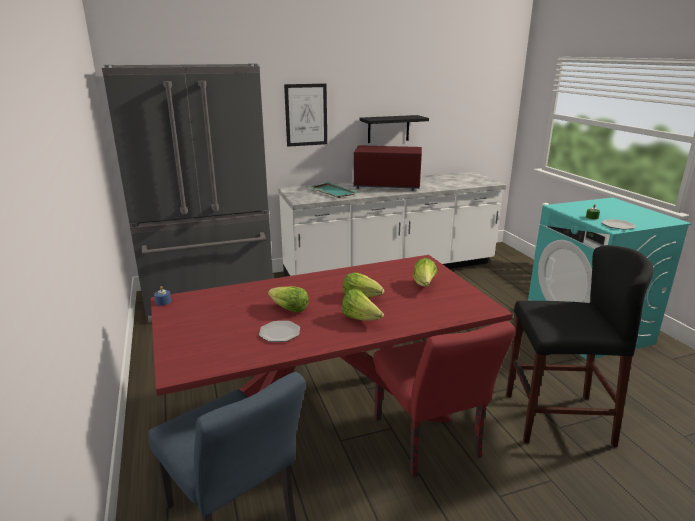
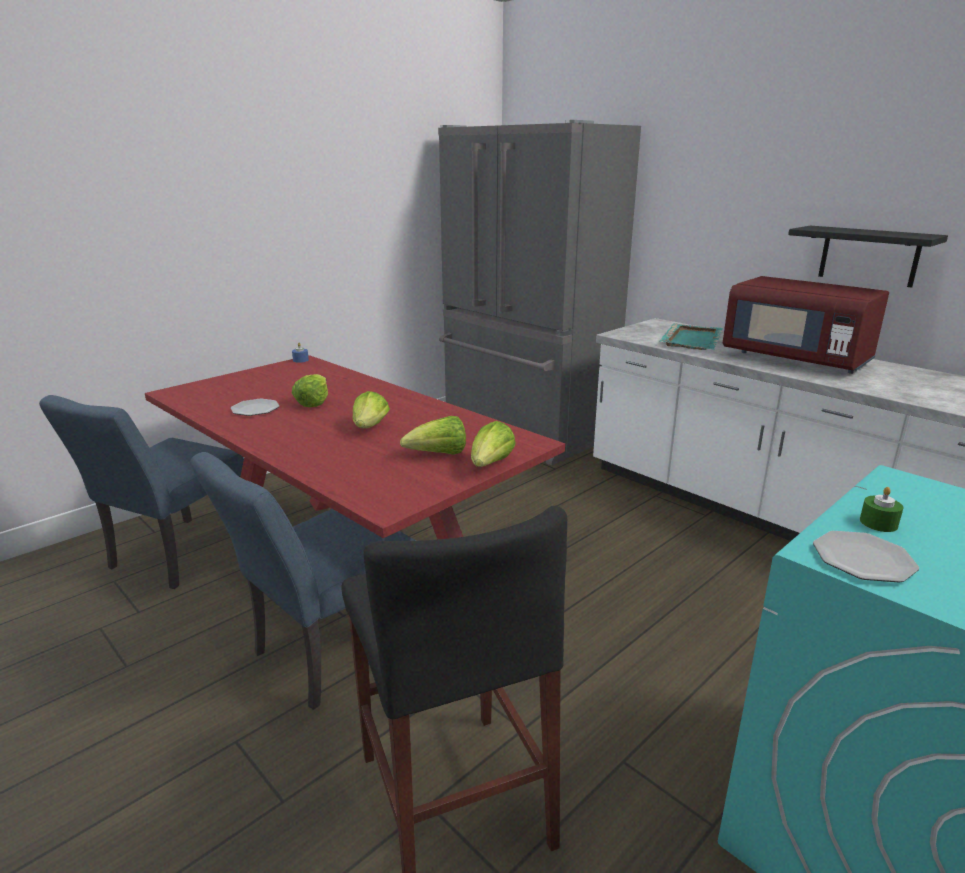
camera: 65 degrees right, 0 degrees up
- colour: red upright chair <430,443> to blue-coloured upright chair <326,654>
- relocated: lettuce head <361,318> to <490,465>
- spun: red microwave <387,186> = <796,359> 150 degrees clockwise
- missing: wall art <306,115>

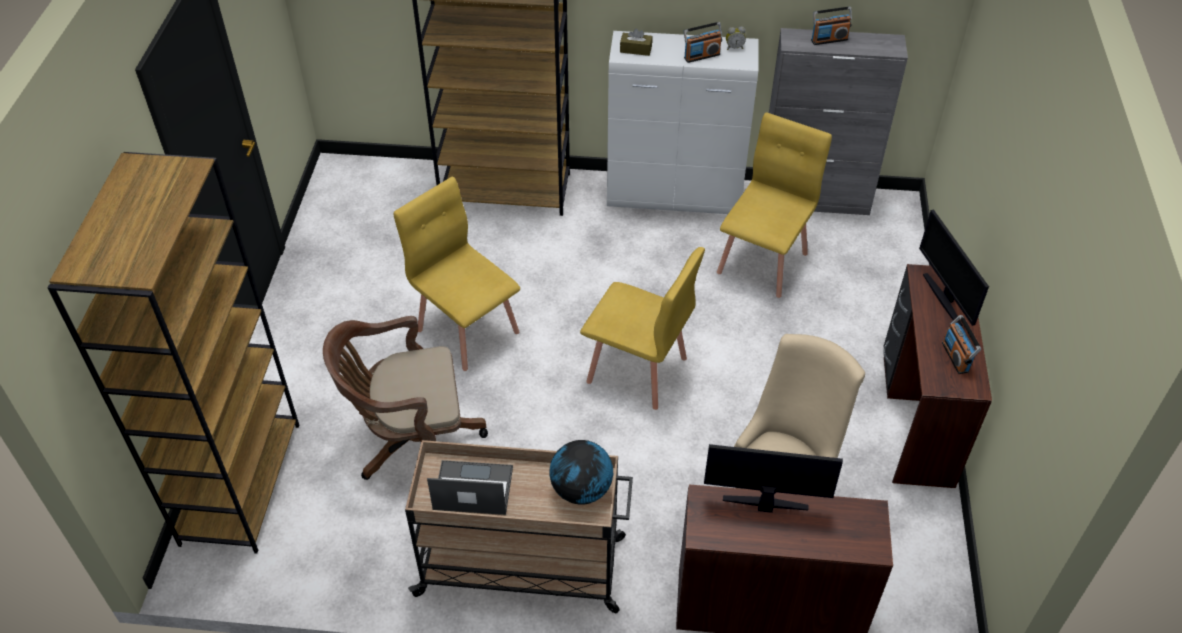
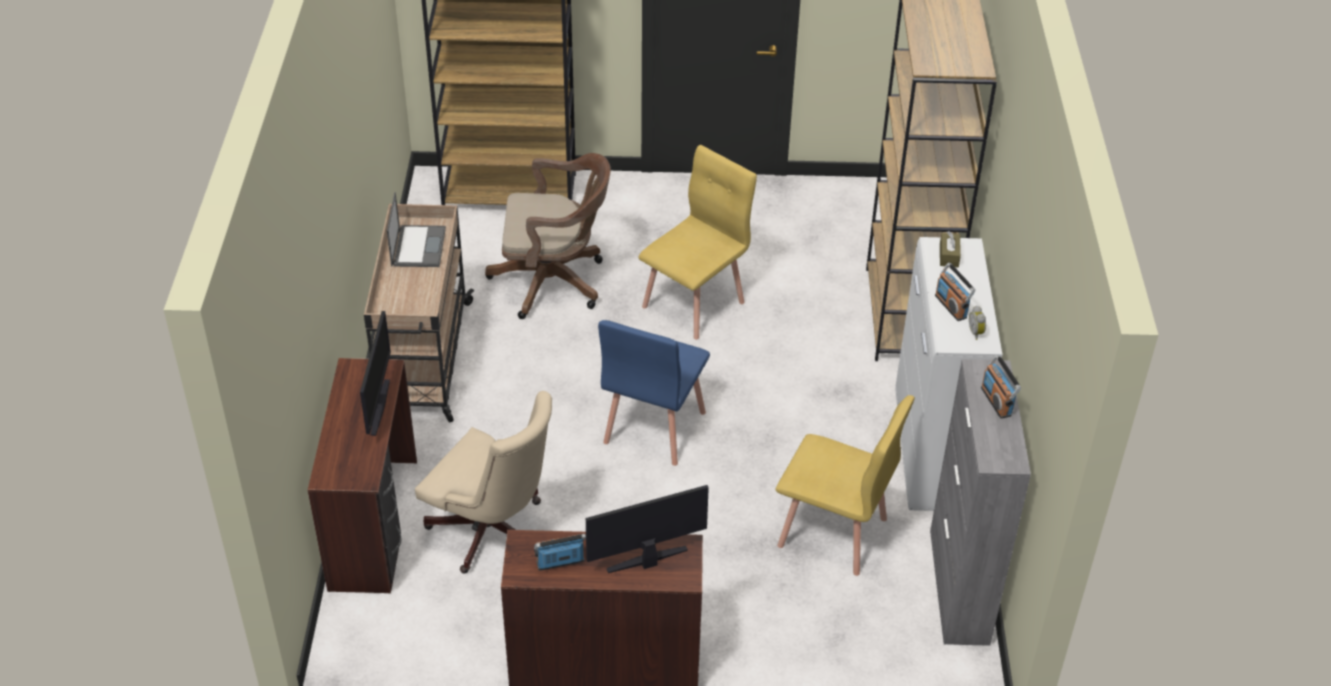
camera: 85 degrees right, 5 degrees down
- spun: brownish computer chair <412,443> = <554,282> 105 degrees clockwise
- colour: yellow upright chair <637,371> to blue-coloured upright chair <653,428>
- missing: world globe <581,490>

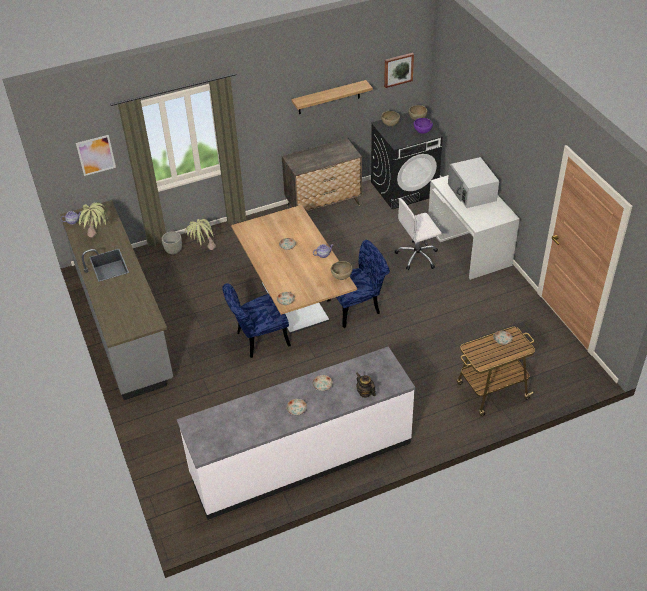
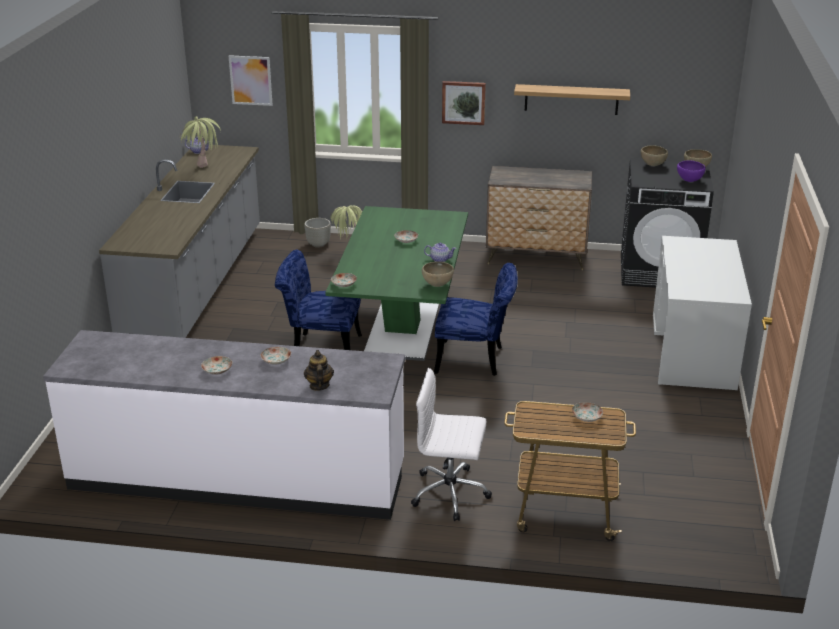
camera: 30 degrees right, 15 degrees down
- colour: brownish dinner table <295,302> to greenish dinner table <402,330>
- relocated: white-coloured computer chair <418,256> to <451,493>
- relocated: wall art <398,69> to <463,102>
- missing: white-coloured microwave <472,192>

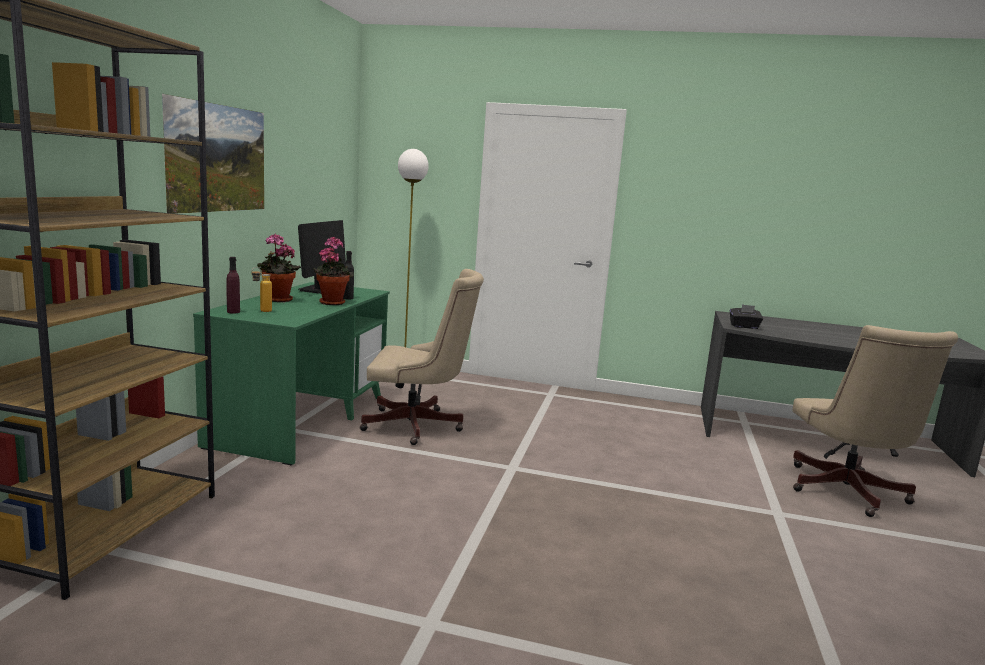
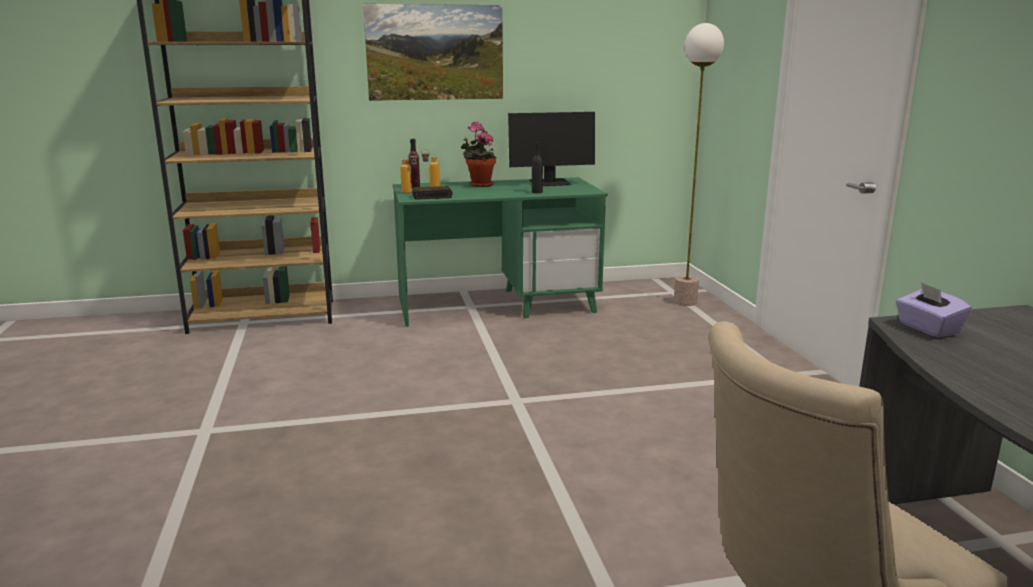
camera: 65 degrees right, 5 degrees up
- appeared: drink bottle <410,193>
- appeared: alarm clock <432,196>
- colour: blackish box of tissues <744,326> to purple-coloured box of tissues <927,328>
- missing: potted plant <332,302>
- missing: beige-coloured computer chair <418,426>

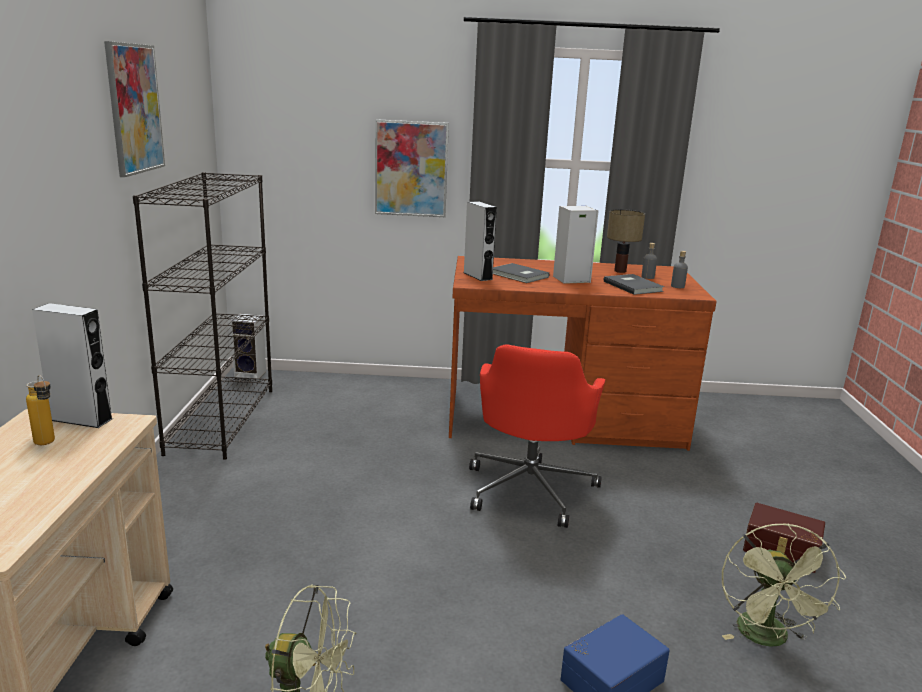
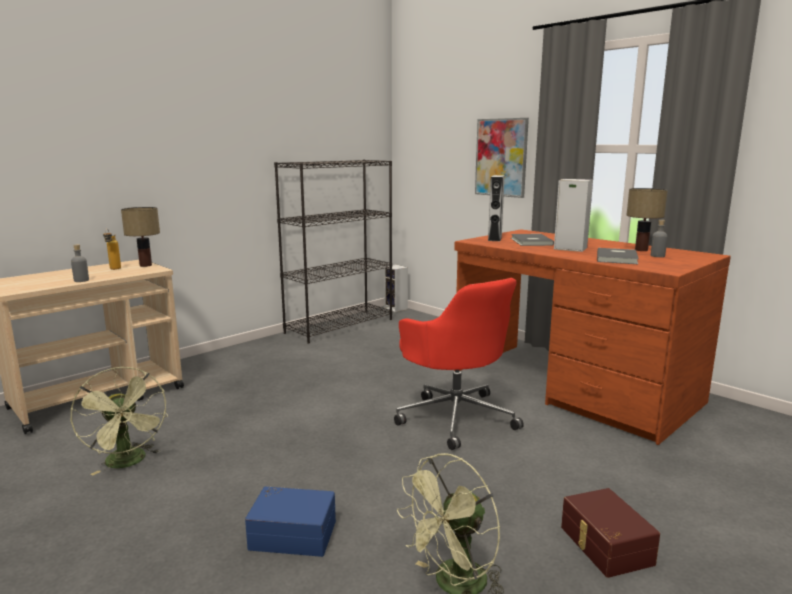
camera: 45 degrees right, 5 degrees down
- relocated: gray drink bottle <677,286> to <81,280>
- exchanged: gray audio speaker <81,419> to tabletop lamp <146,265>
- spun: red computer chair <530,488> = <455,417> 90 degrees counterclockwise
- missing: wall art <134,109>

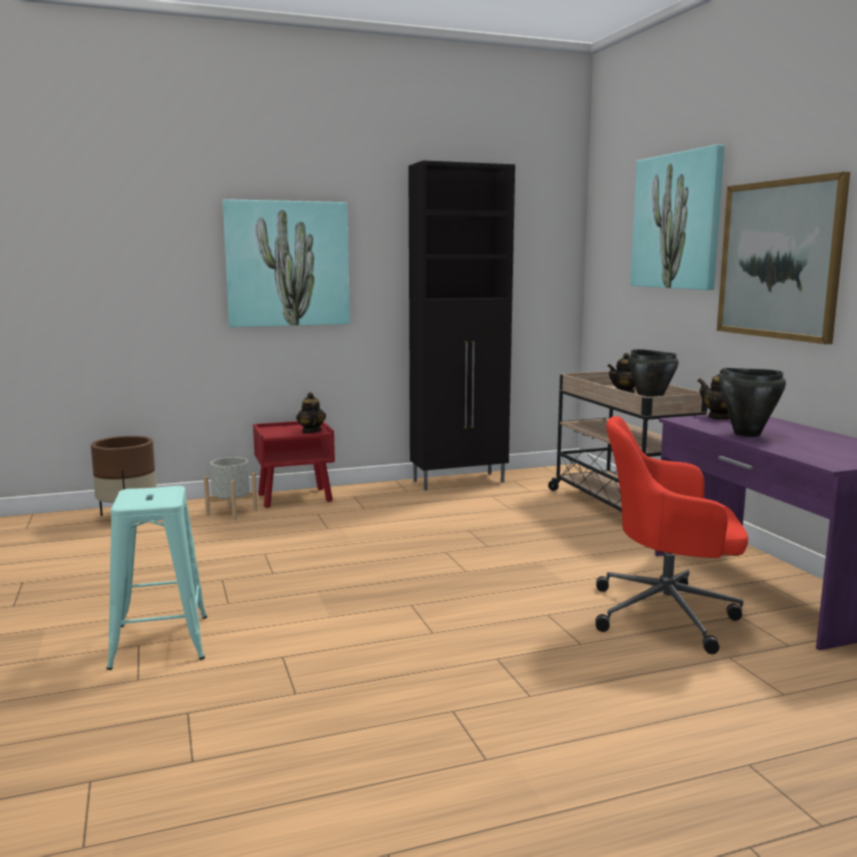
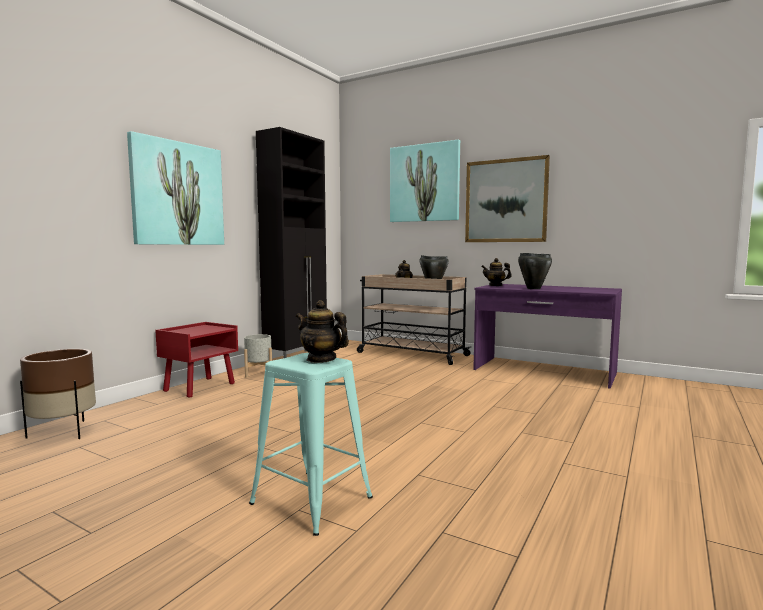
camera: 40 degrees left, 5 degrees down
- relocated: gray plant pot <231,512> to <258,373>
- relocated: pot for tea <311,431> to <321,359>
- missing: red computer chair <667,614>

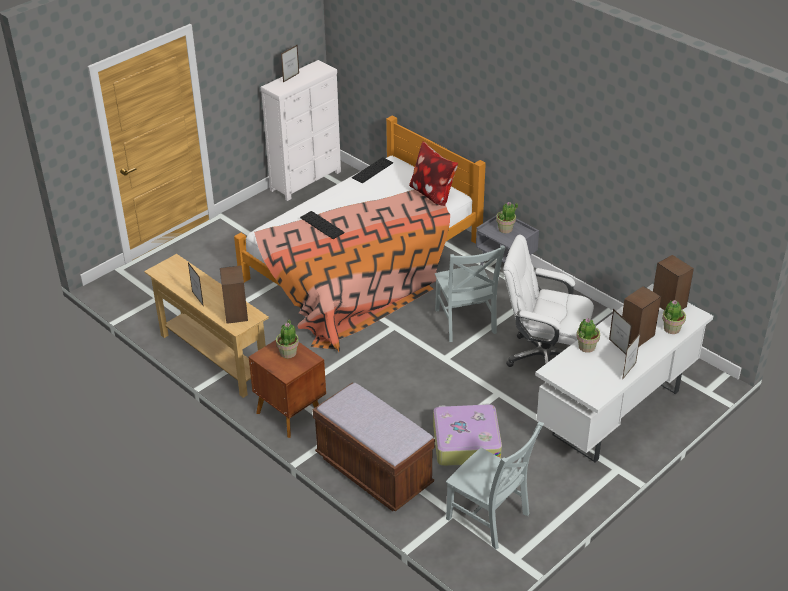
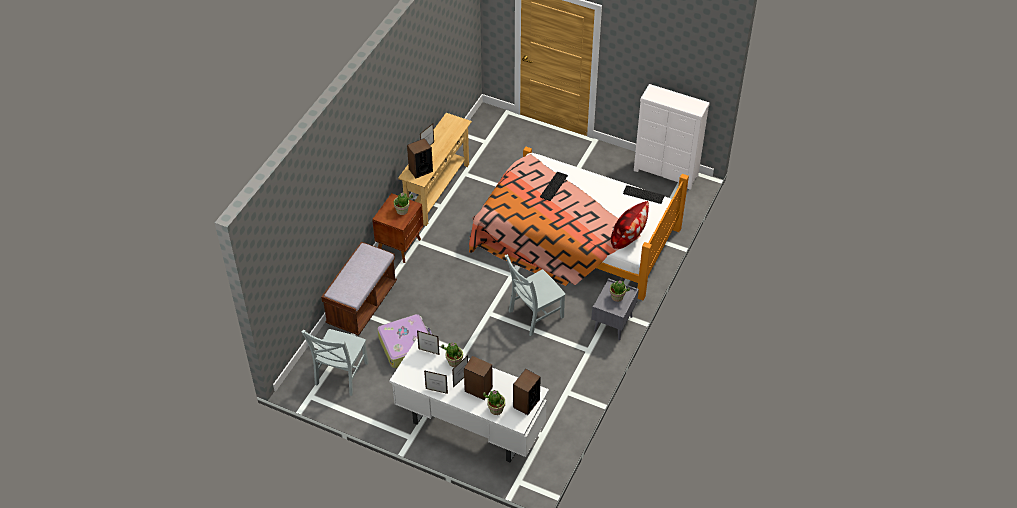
camera: 70 degrees right, 10 degrees up
- relocated: picture frame <291,78> to <429,352>
- missing: white-coloured computer chair <543,357>

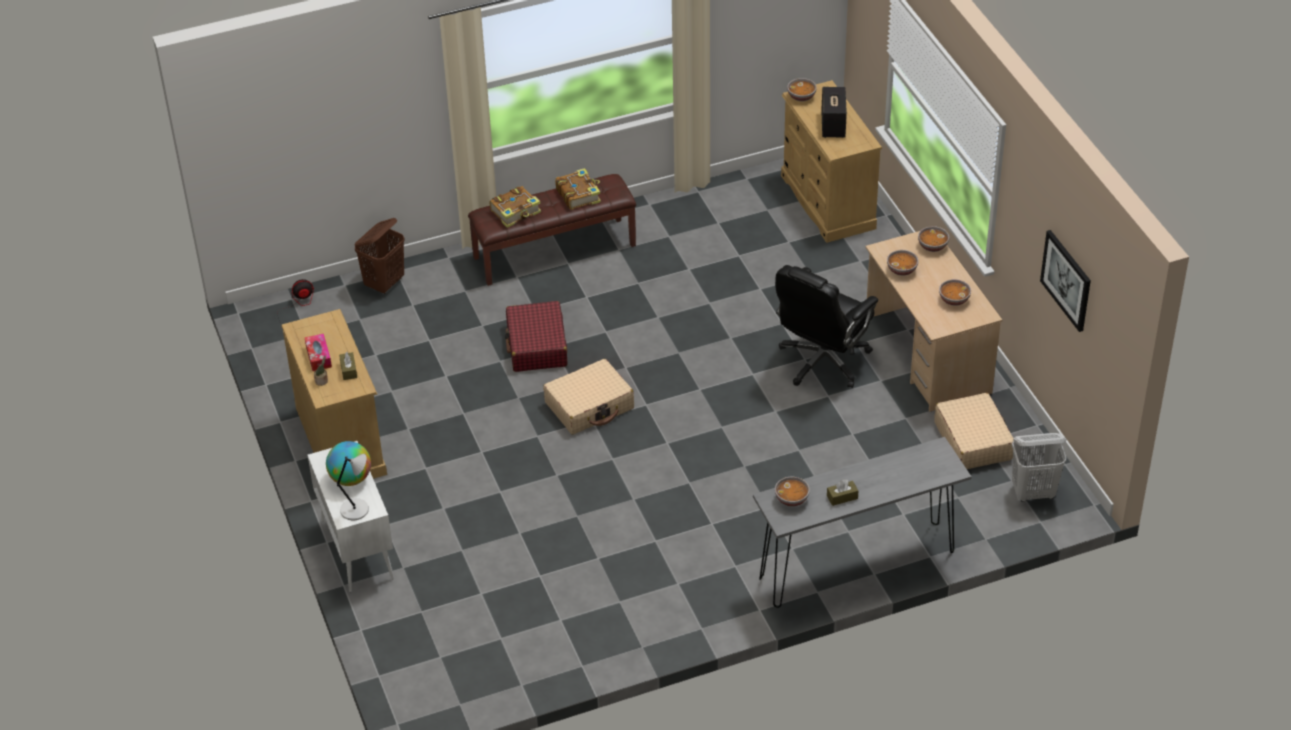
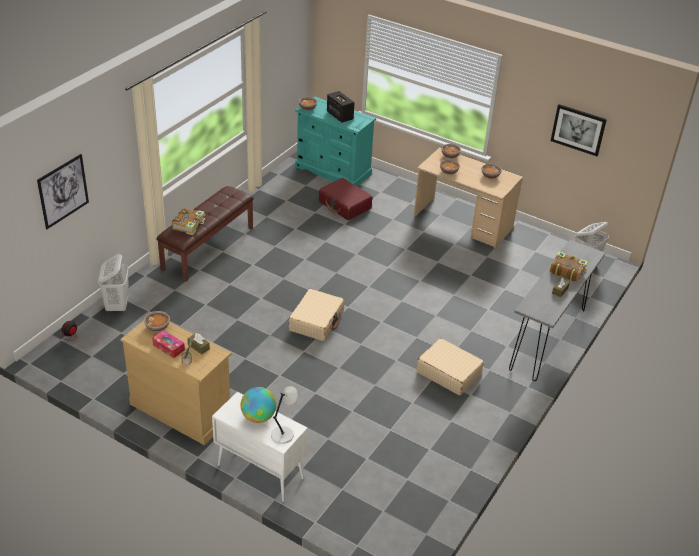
camera: 40 degrees left, 5 degrees down
- appeared: wall art <63,191>
- colour: brownish laundry basket <385,283> to white-coloured laundry basket <117,305>
- relocated: deep dish <792,499> to <157,327>
- colour: beige-coloured drawer chest <827,202> to turquoise drawer chest <333,171>
- relocated: red piece of luggage <537,346> to <345,205>
- relocated: beige-coloured piece of luggage <973,440> to <448,373>
- relocated: volume <578,194> to <567,270>
- missing: blackish computer chair <822,361>

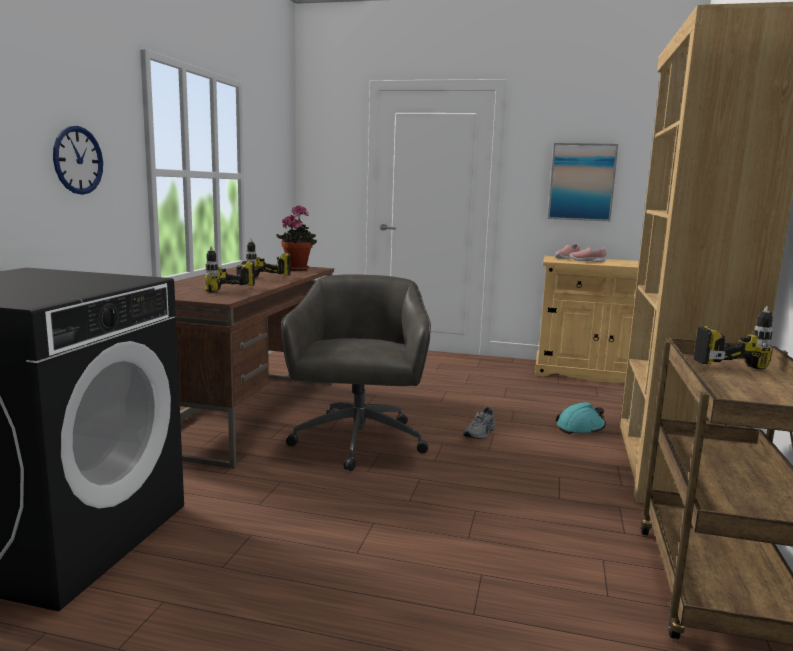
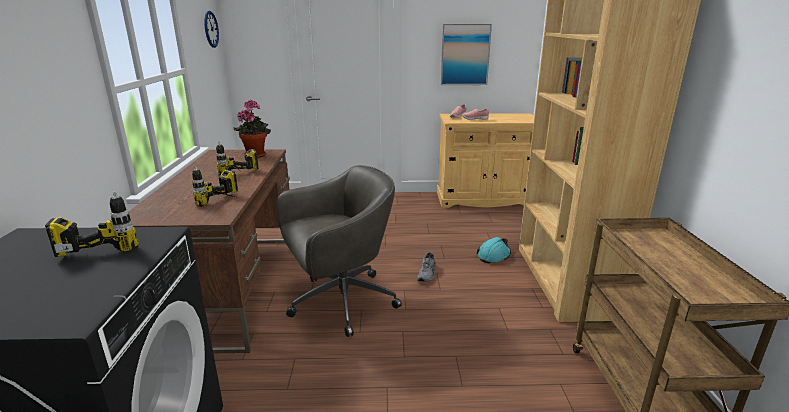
camera: 15 degrees left, 10 degrees up
- relocated: drill <719,361> to <106,242>
- relocated: wall clock <78,160> to <211,29>
- spun: gray computer chair <358,443> = <340,302> 75 degrees clockwise

